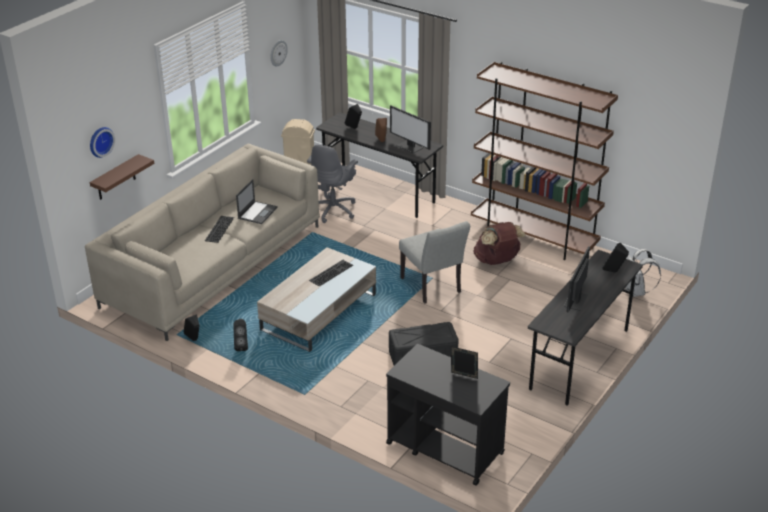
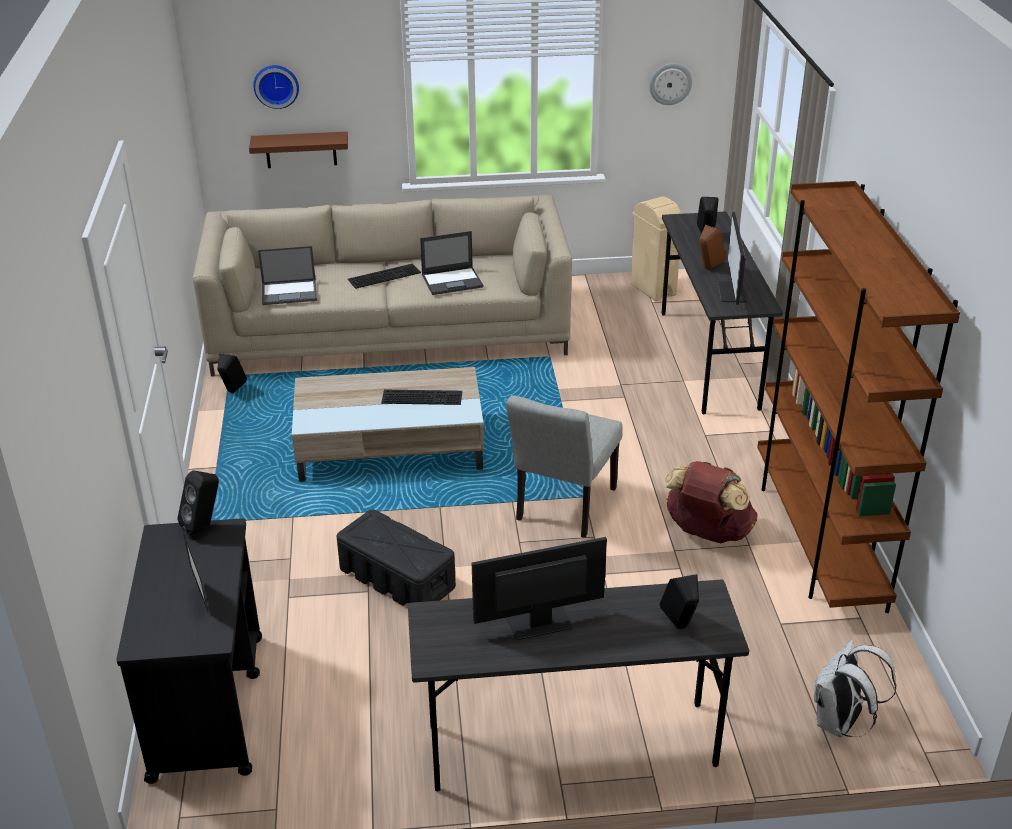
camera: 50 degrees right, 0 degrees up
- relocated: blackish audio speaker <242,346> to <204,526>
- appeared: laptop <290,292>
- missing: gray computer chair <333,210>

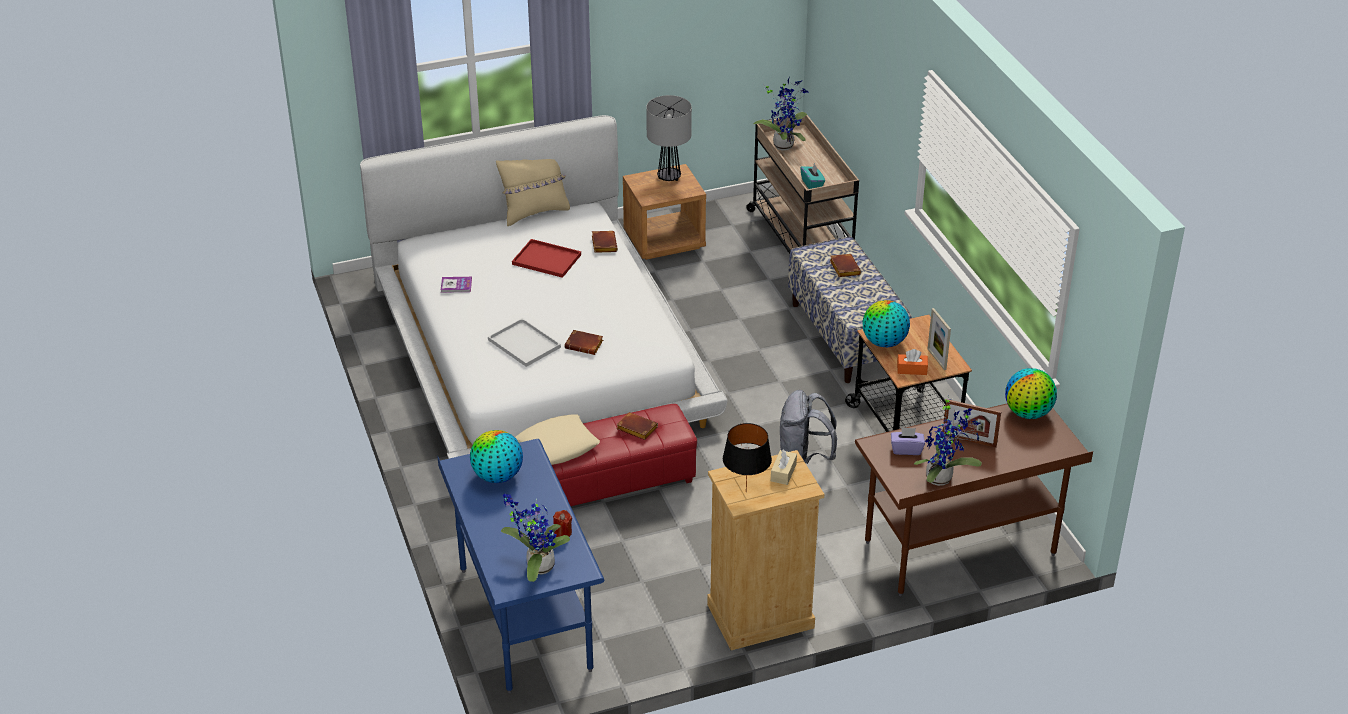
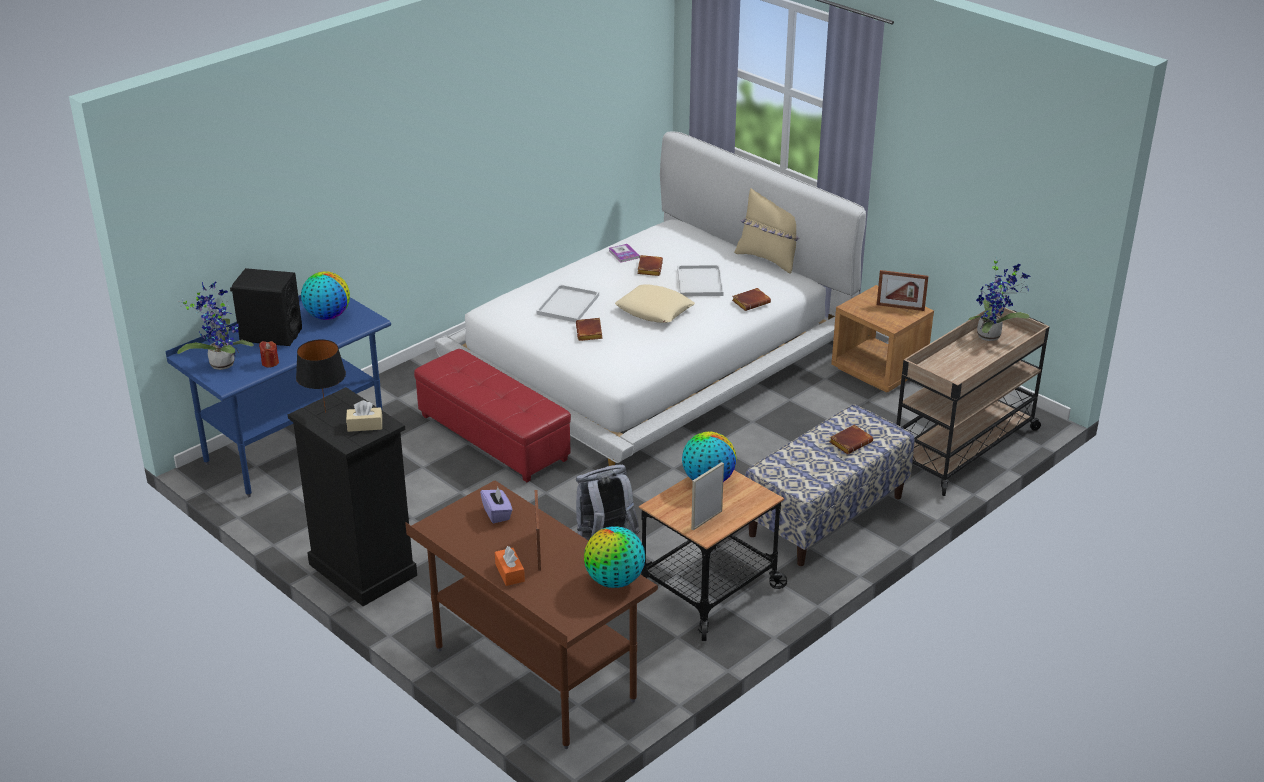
camera: 65 degrees right, 5 degrees down
- appeared: blackish audio speaker <271,335>
- colour: beige-coloured drawer chest <760,617> to blackish drawer chest <362,569>
- relocated: orangey box of tissues <912,369> to <510,572>
- relocated: beige-coloured throw pillow <557,446> to <654,310>
- relocated: brownish volume <635,429> to <649,268>
- colour: red serving tray <545,259> to white-coloured serving tray <699,281>
- exchanged: tabletop lamp <669,177> to picture frame <900,307>
- missing: turquoise box of tissues <812,184>
- missing: potted plant <942,478>

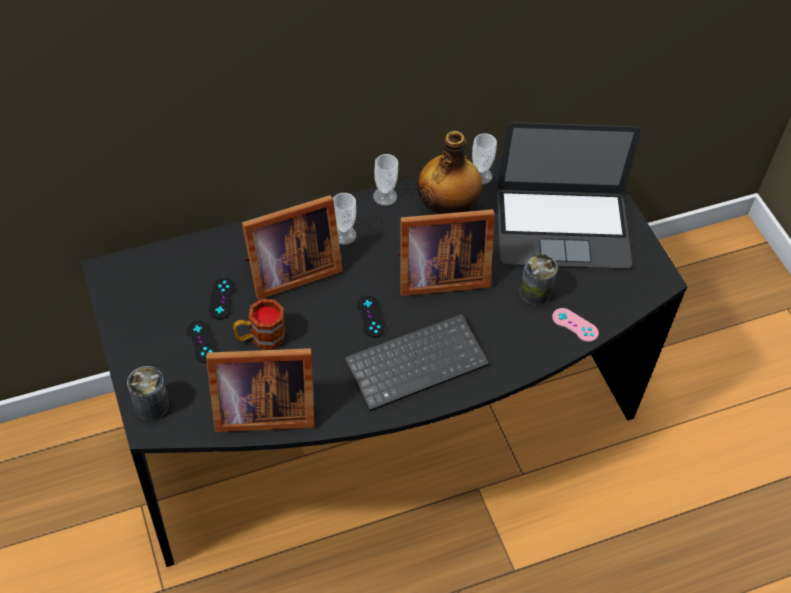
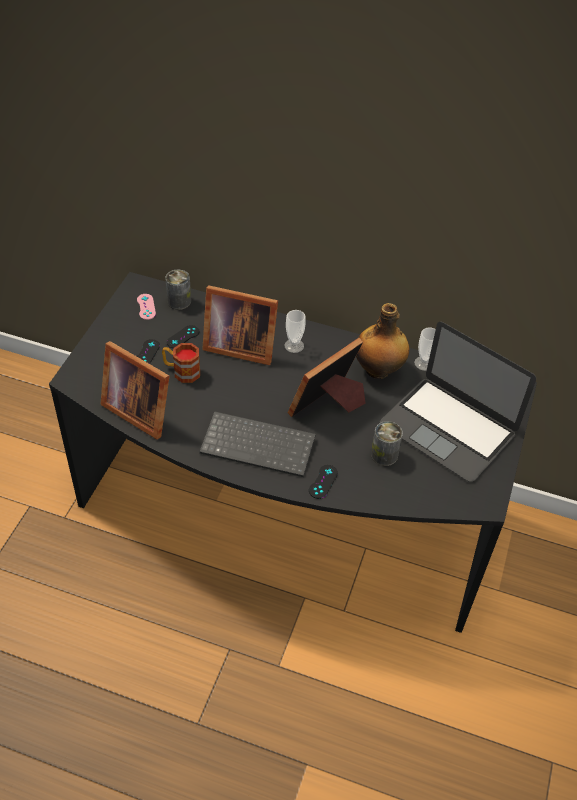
camera: 40 degrees right, 5 degrees down
- relocated: pink game controller <575,325> to <146,307>
- relocated: sealed can <151,405> to <179,301>
- spun: picture frame <438,275> = <329,404> 105 degrees clockwise
- relocated: blackish game controller <371,316> to <323,482>
- missing: cup <385,196>

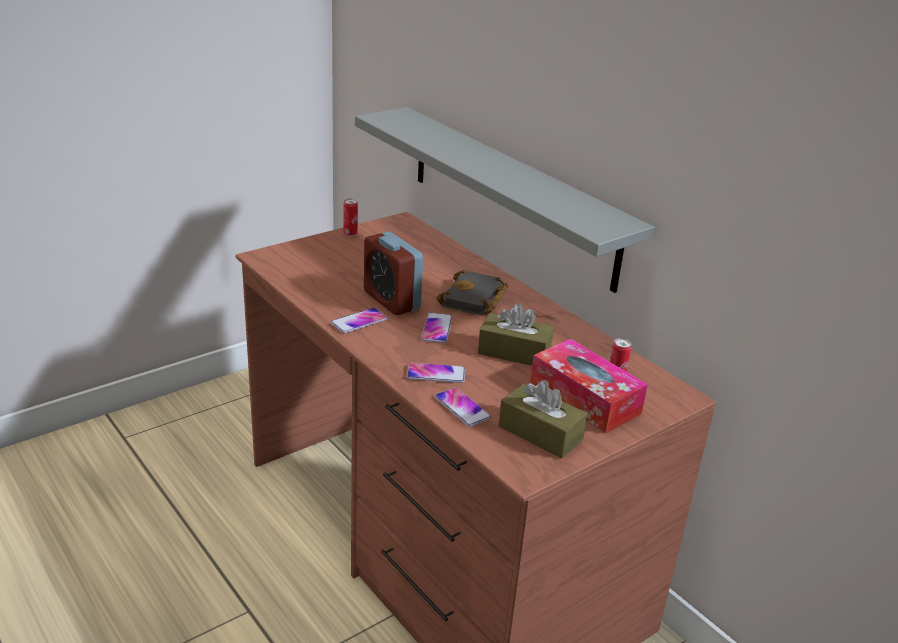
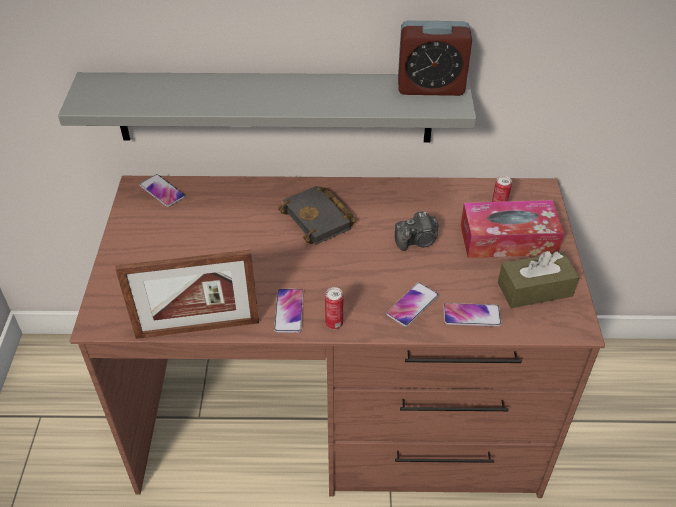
camera: 50 degrees left, 15 degrees up
- appeared: picture frame <197,329>
- relocated: handset <437,328> to <162,191>
- relocated: sealed can <350,234> to <334,323>
- exchanged: brownish box of tissues <514,352> to still camera <417,241>
- relocated: alarm clock <391,300> to <430,87>

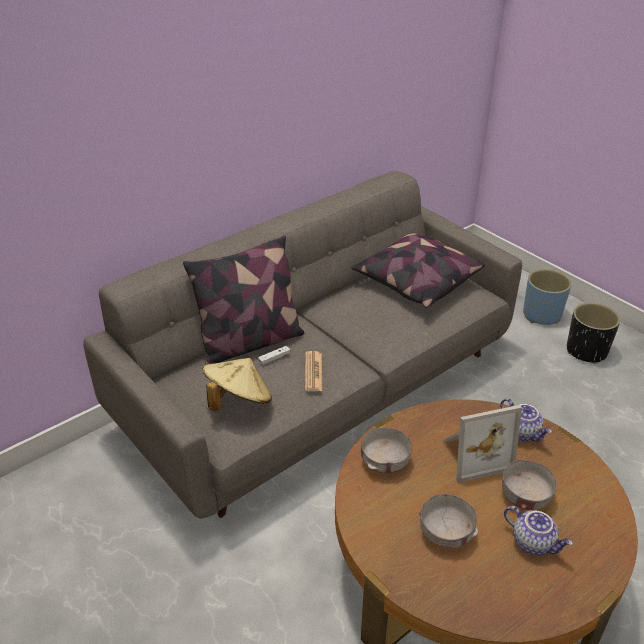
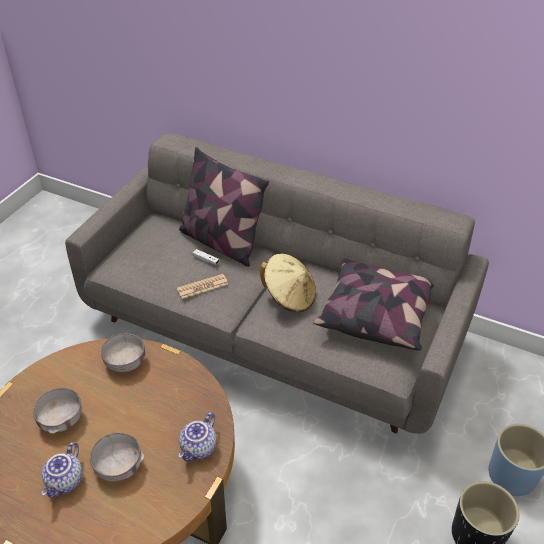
camera: 65 degrees right, 5 degrees up
- relocated: beige-coloured hat <238,401> to <289,296>
- missing: picture frame <473,454>

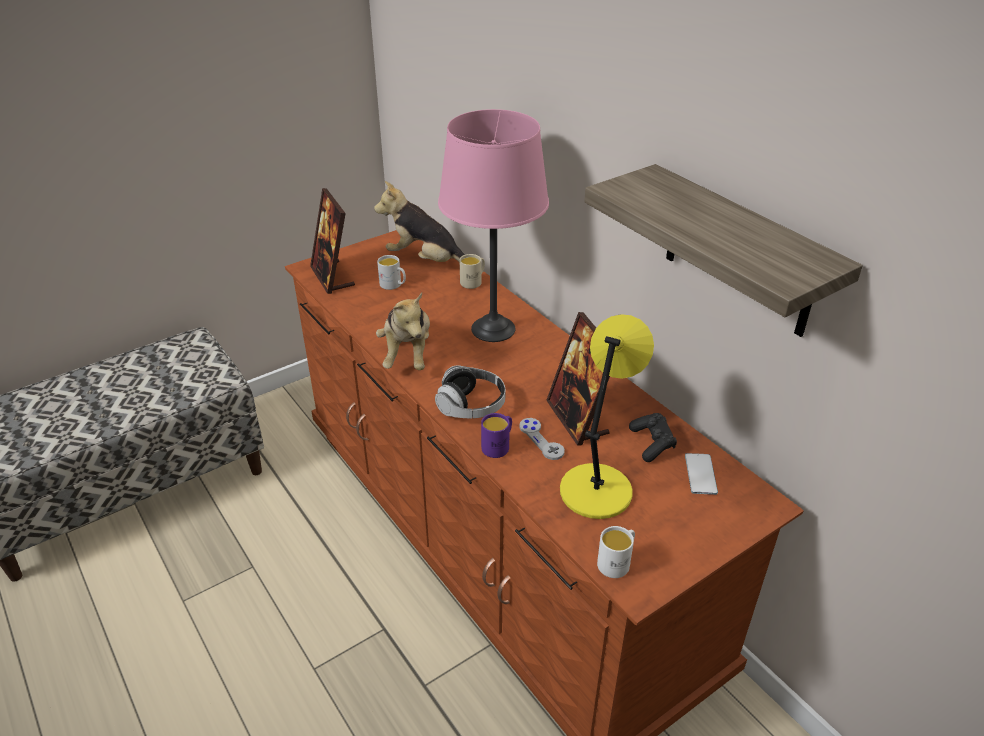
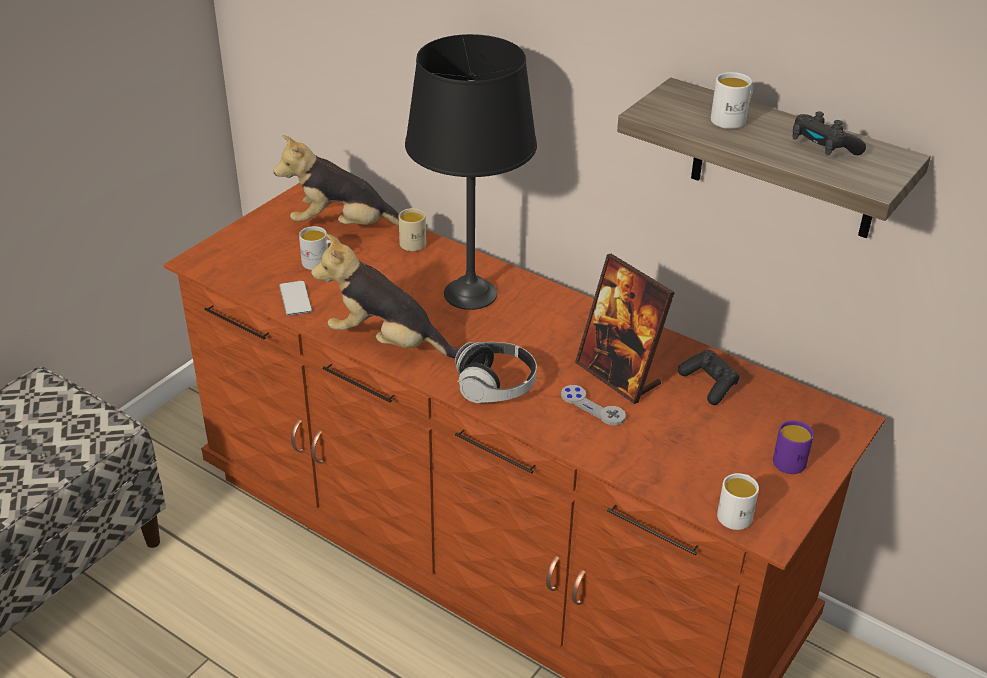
camera: 20 degrees left, 0 degrees up
- relocated: handset <700,474> to <295,298>
- spun: soft toy <408,354> = <387,342> 135 degrees clockwise
- colour: pink tabletop lamp <493,329> to blackish tabletop lamp <471,294>
- appeared: white-coloured mug <732,119>
- relocated: purple-coloured mug <498,446> to <790,459>
- appeared: blackish game controller <822,147>
- missing: picture frame <332,277>
- missing: yellow tabletop lamp <597,488>

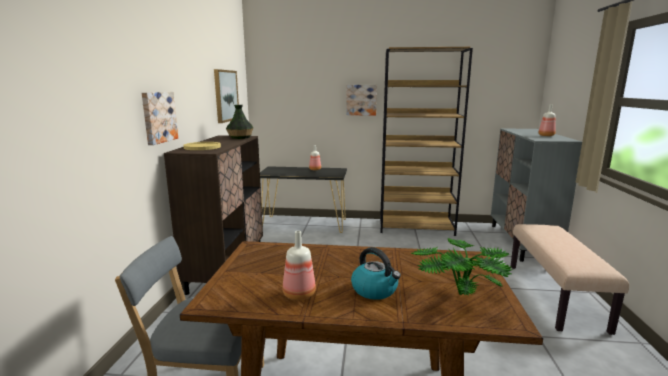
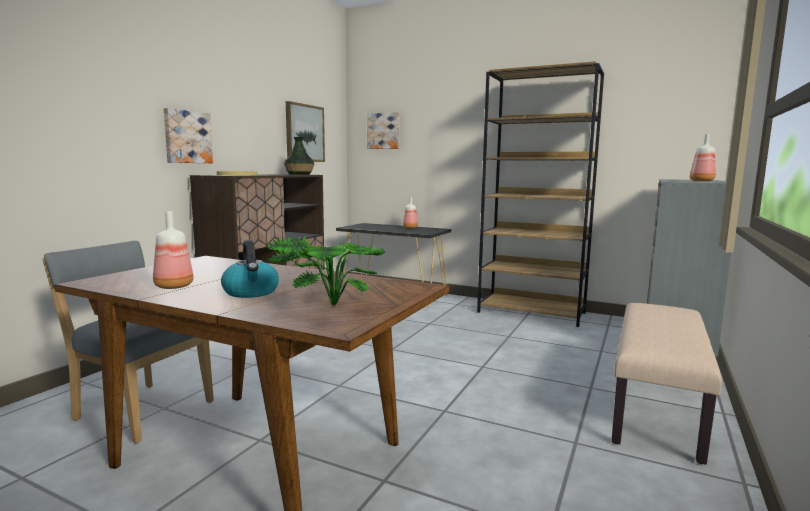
camera: 20 degrees right, 5 degrees down
- relocated: wall art <361,100> to <383,131>

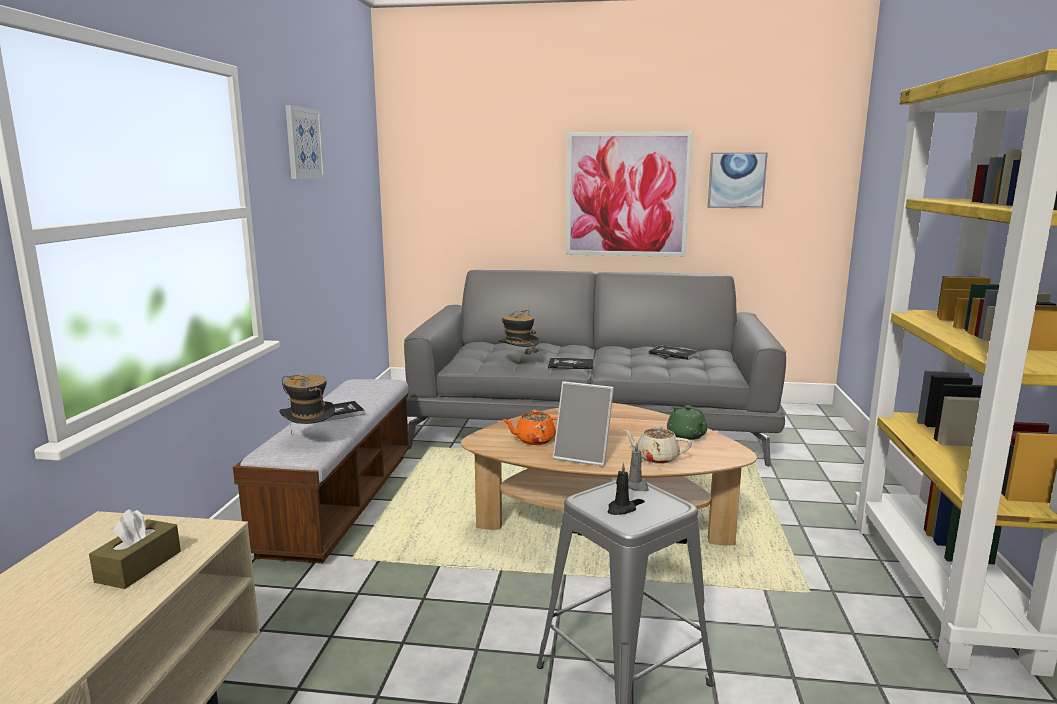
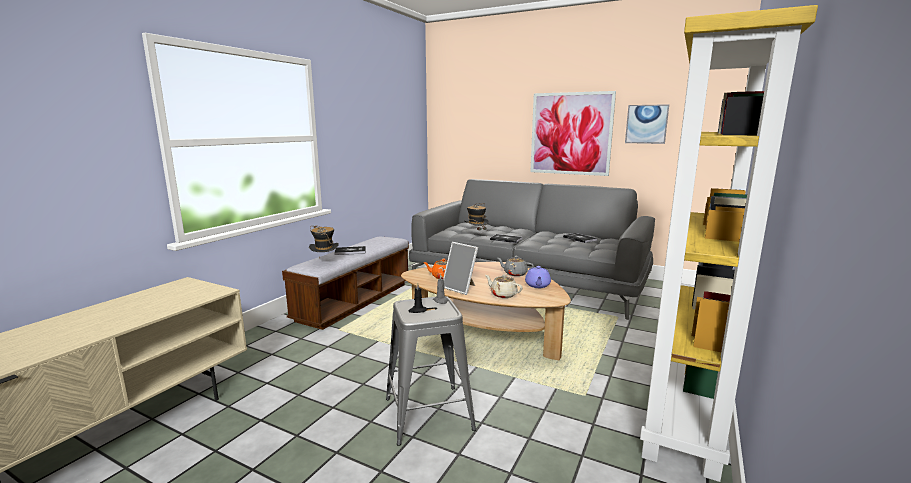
camera: 20 degrees right, 0 degrees up
- appeared: gray pot for tea <515,273>
- colour: greenish pot for tea <687,435> to purple-coloured pot for tea <537,285>
- missing: brownish box of tissues <139,566>
- missing: wall art <303,143>

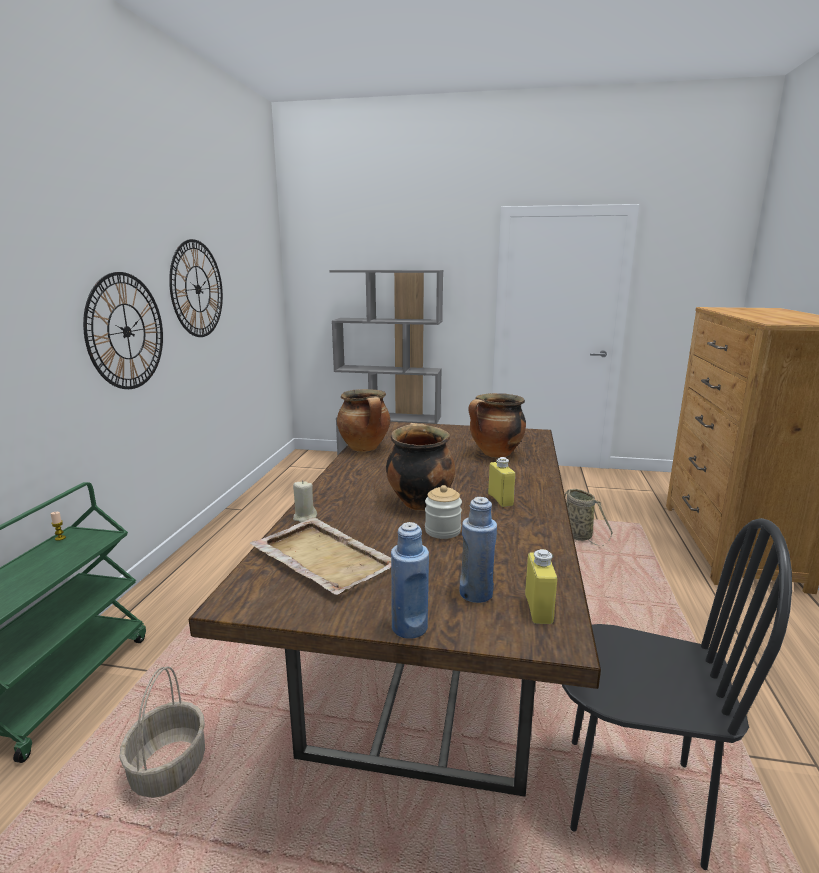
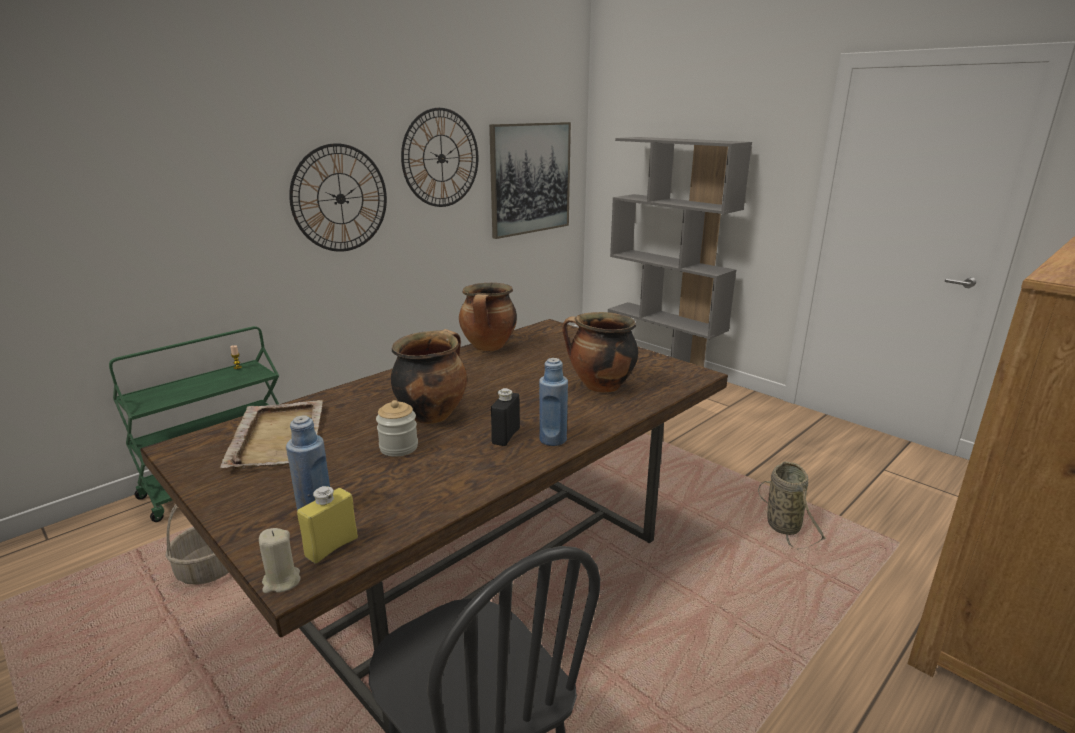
camera: 35 degrees right, 5 degrees up
- relocated: beige-coloured wax candle <304,517> to <281,581>
- appeared: wall art <530,178>
- colour: yellow drink bottle <500,499> to blackish drink bottle <506,436>
- relocated: blue-coloured drink bottle <409,627> to <553,439>

